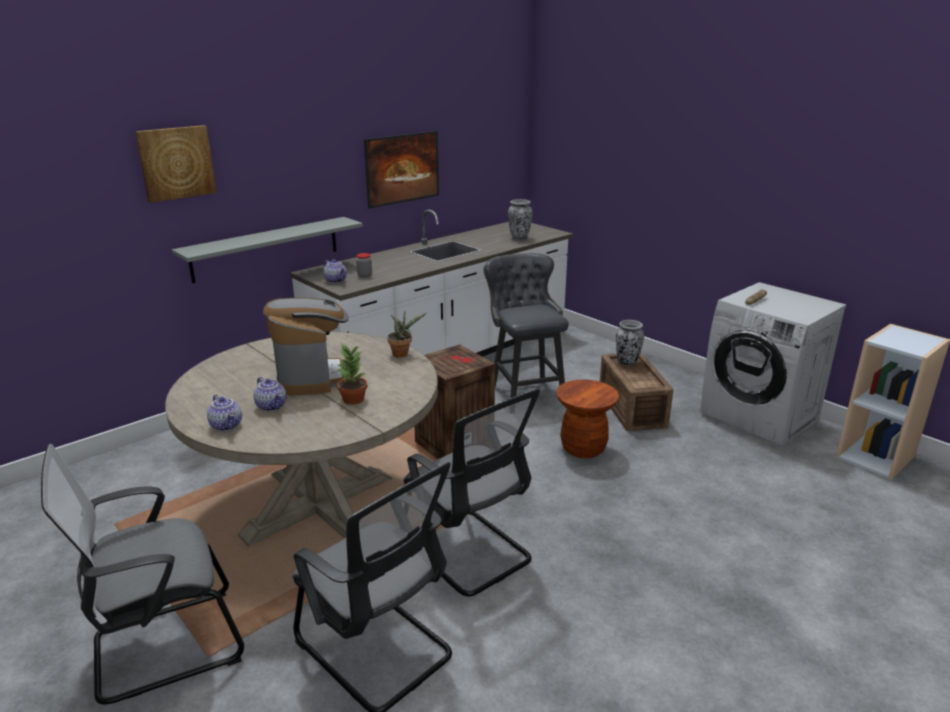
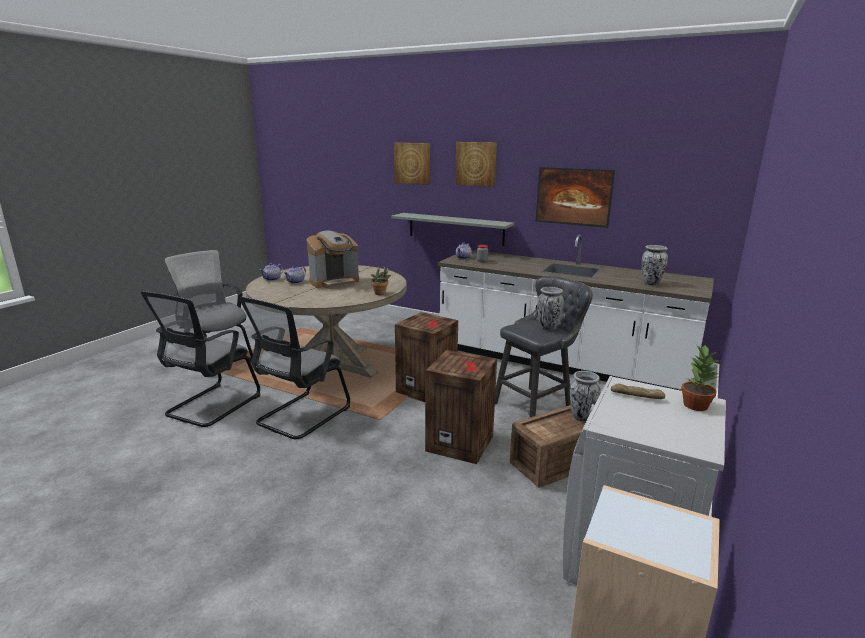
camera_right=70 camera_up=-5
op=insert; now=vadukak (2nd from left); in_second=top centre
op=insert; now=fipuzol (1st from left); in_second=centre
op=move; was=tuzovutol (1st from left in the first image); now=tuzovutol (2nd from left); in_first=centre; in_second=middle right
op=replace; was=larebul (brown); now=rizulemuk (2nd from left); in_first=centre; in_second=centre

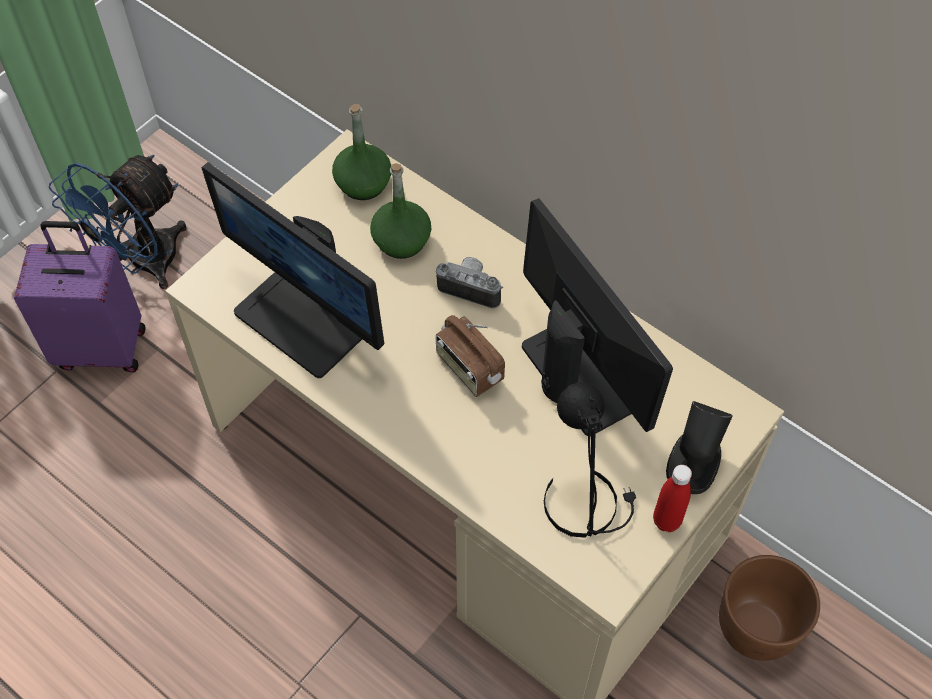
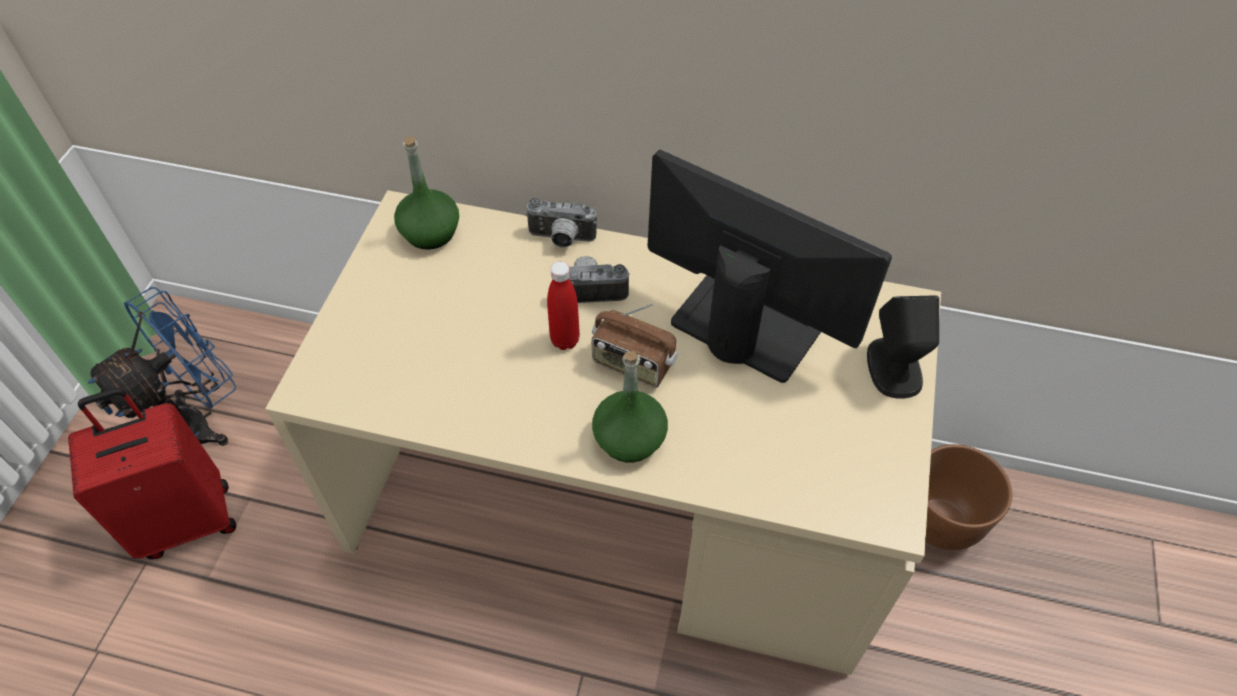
camera_right=-25 camera_up=-5
op=delete; was=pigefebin (1st from left); in_first=middle left
op=delete; was=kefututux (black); in_first=centre
op=insert; now=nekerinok (1st from left); in_second=top centre
op=move; was=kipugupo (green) (2nd from left); in_first=top centre; in_second=centre
op=move; was=kipugupo (red); in_first=bottom right; in_second=centre
op=recolor; was=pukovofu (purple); now=pukovofu (red); in_first=middle left; in_second=bottom left
op=rotate; was=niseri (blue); in_first=top left; in_second=middle left; clockwise=-150

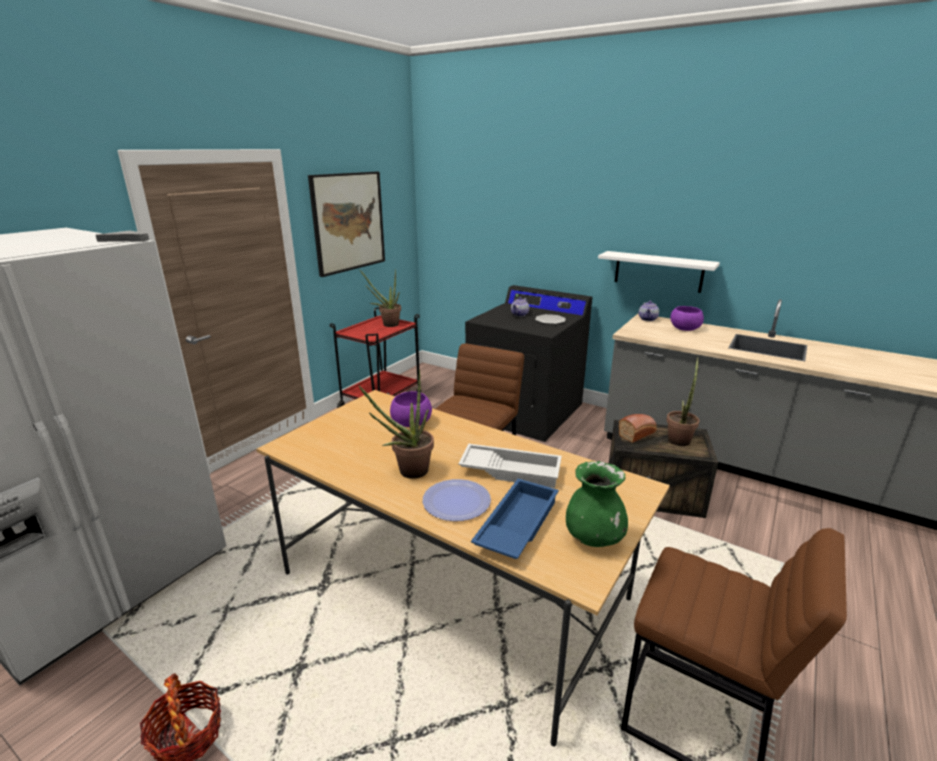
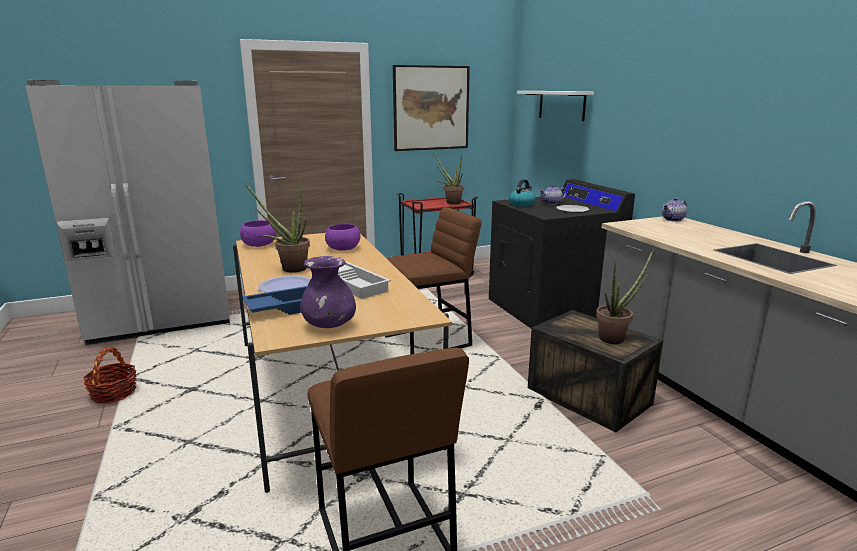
camera_right=35 camera_up=-5
op=delete; was=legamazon; in_first=middle right
op=insert; now=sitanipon; in_second=centre
op=move; was=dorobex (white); in_first=middle right; in_second=top centre
op=move; was=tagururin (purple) (2nd from left in the first image); now=tagururin (purple) (1st from left); in_first=middle right; in_second=middle left
op=recolor; was=fipuzol (green); now=fipuzol (purple); in_first=centre; in_second=centre

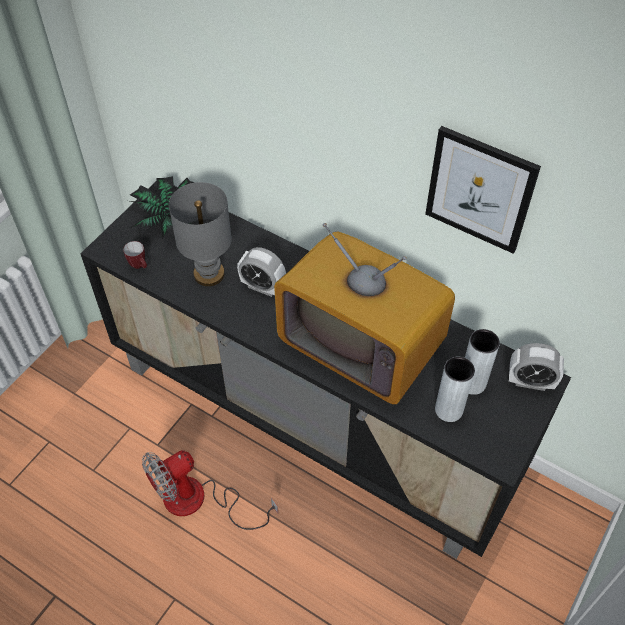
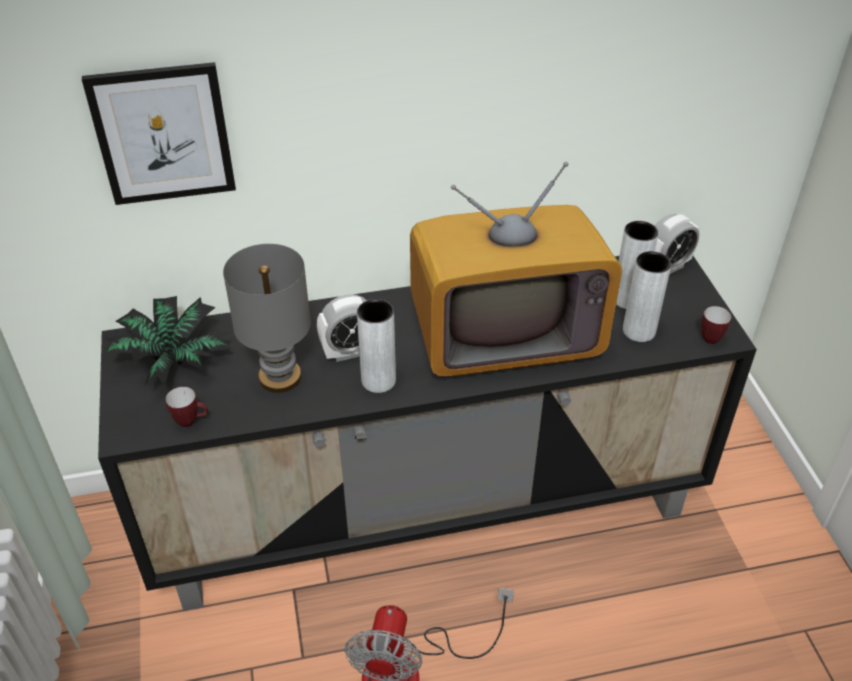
camera_right=-45 camera_up=-10
op=insert; now=fipuzol (grey) (1st from left); in_second=centre
op=insert; now=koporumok (2nd from left); in_second=middle right
op=move; was=vadukak; in_first=top right; in_second=top left

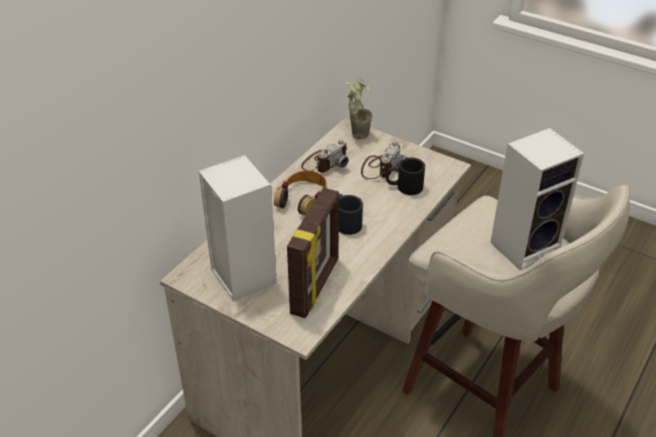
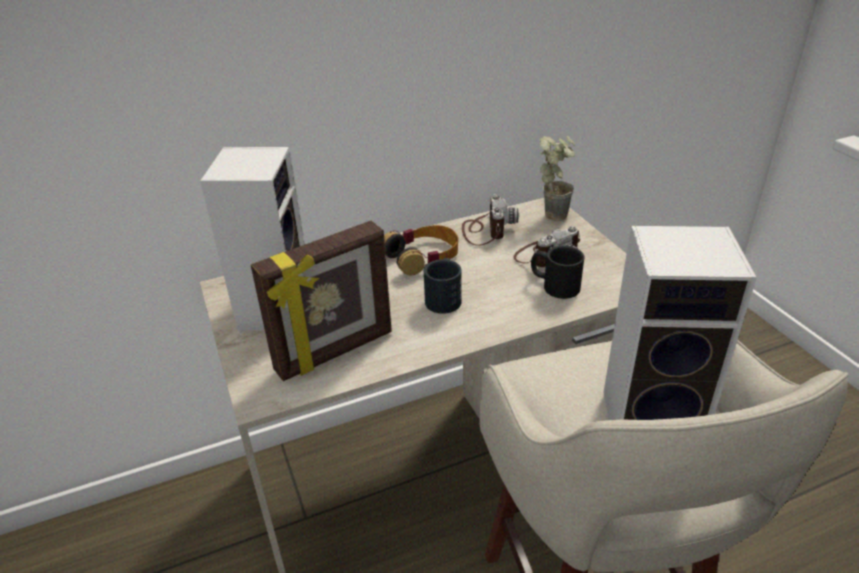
camera_right=35 camera_up=-5
op=rotate; was=nekerinok (1st from left); in_first=centre; in_second=centre; clockwise=-75

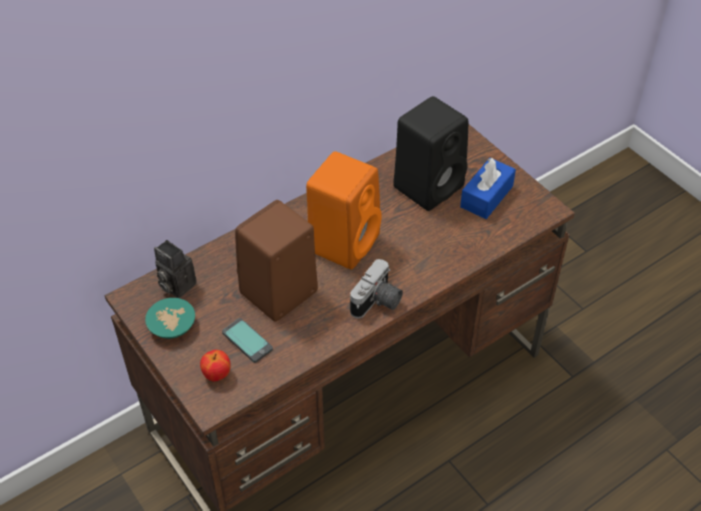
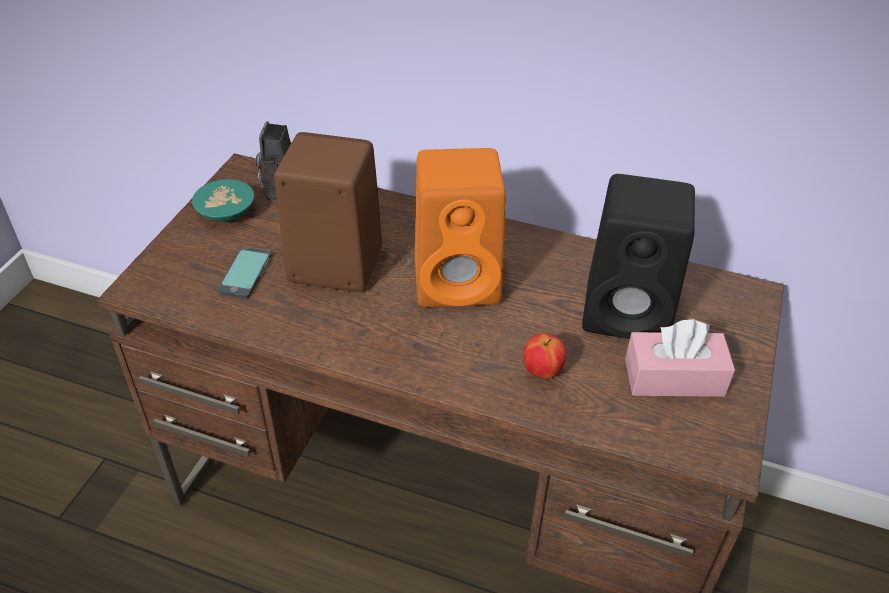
camera_right=55 camera_up=-5
op=delete; was=nekerinok (2nd from left); in_first=centre
op=move; was=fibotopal; in_first=bottom left; in_second=centre
op=recolor; was=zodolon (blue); now=zodolon (pink); in_first=middle right; in_second=middle right

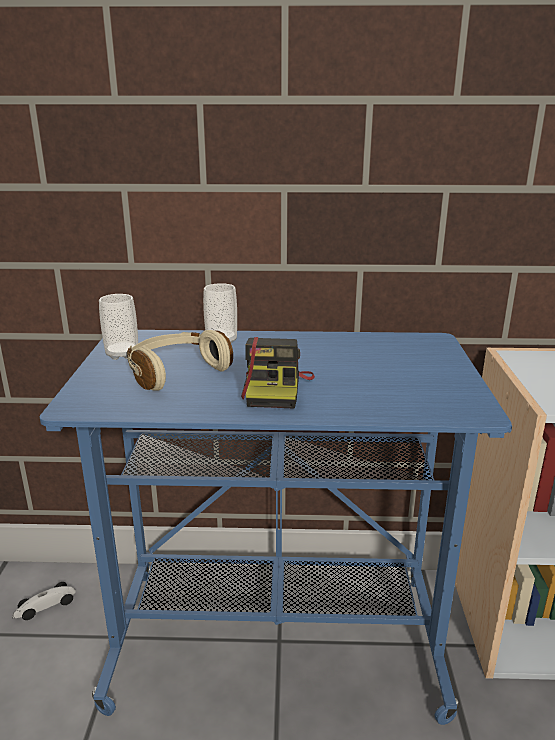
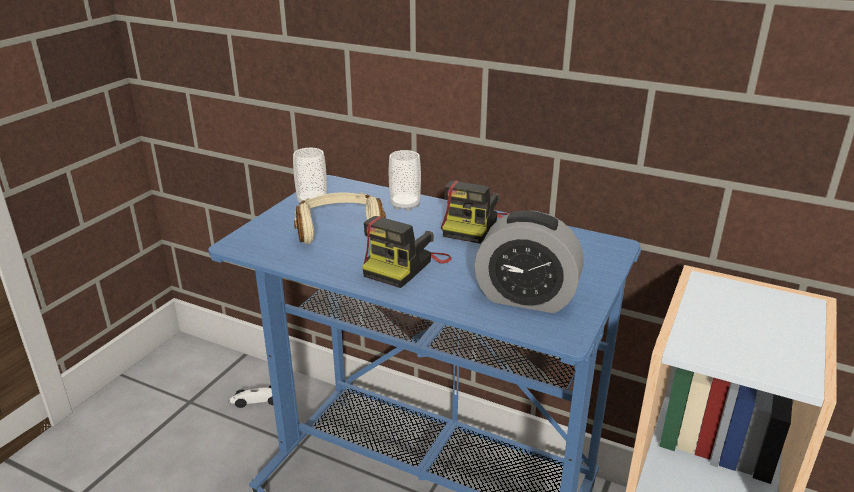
camera_right=25 camera_up=5
op=insert; now=nekerinok (2nd from left); in_second=centre
op=insert; now=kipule; in_second=centre

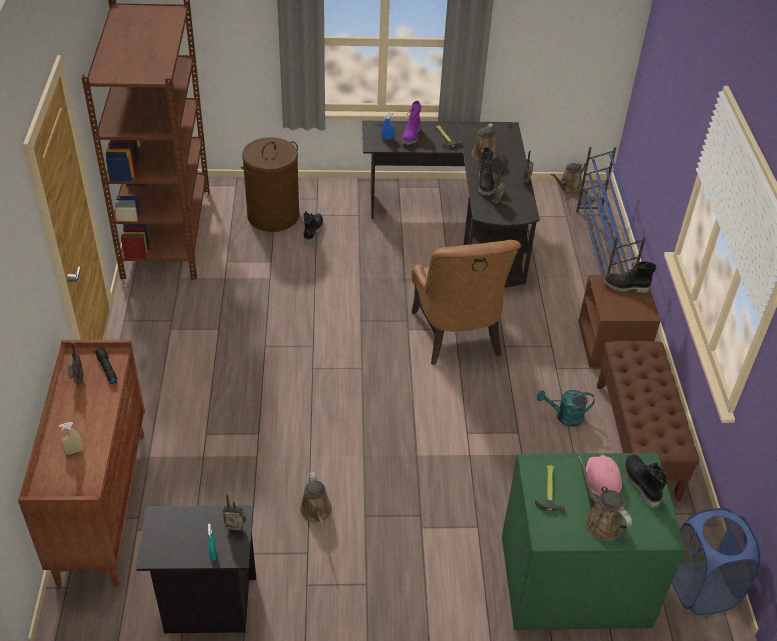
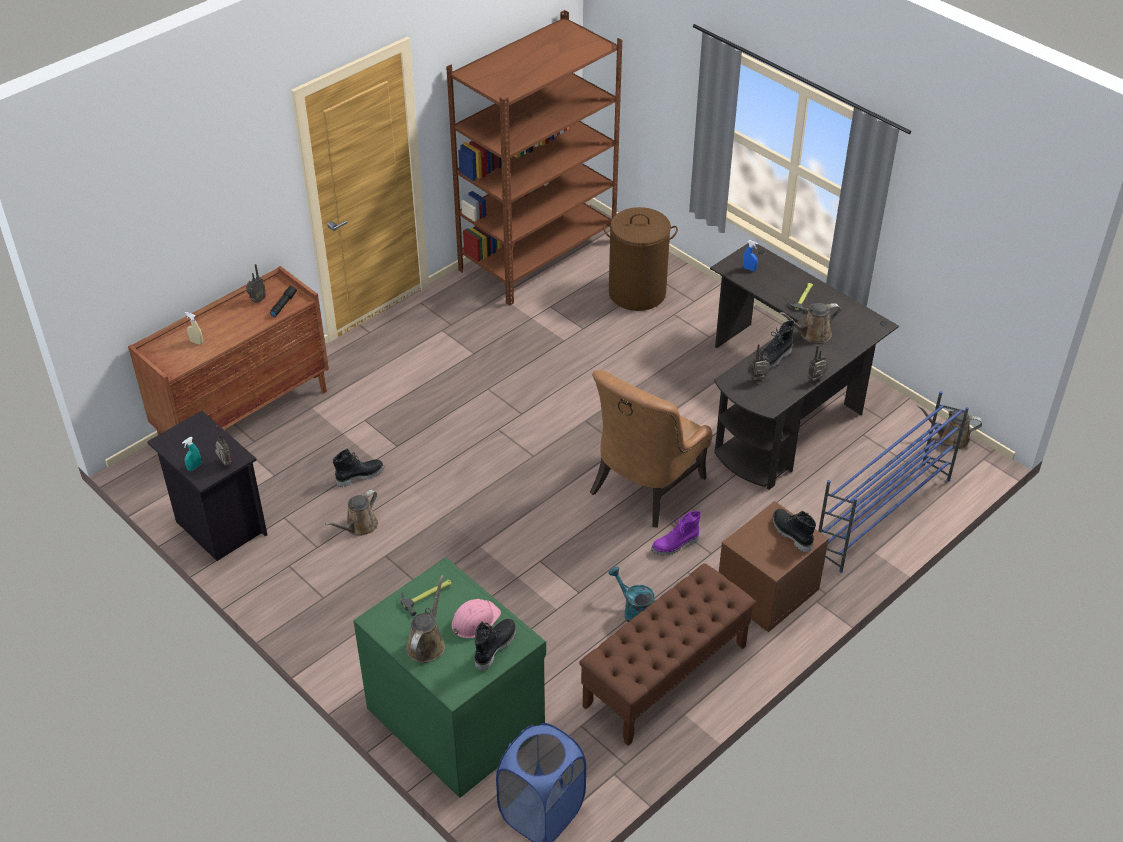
camera_right=50 camera_up=0
op=move; was=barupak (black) (1st from left); in_first=centre; in_second=middle left
op=move; was=barupak (purple); in_first=top centre; in_second=centre

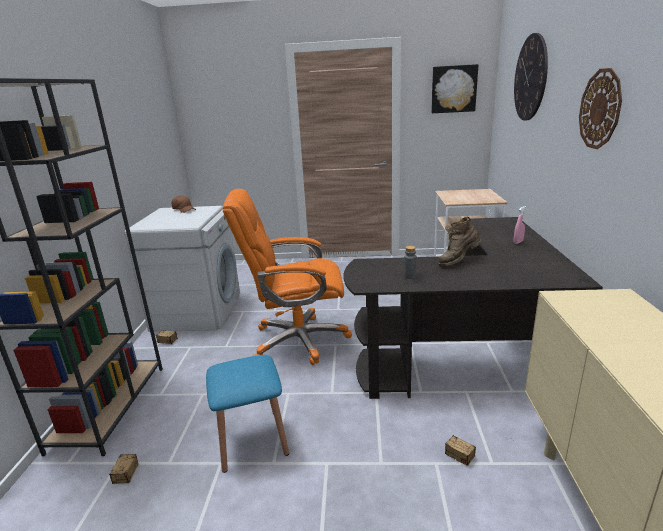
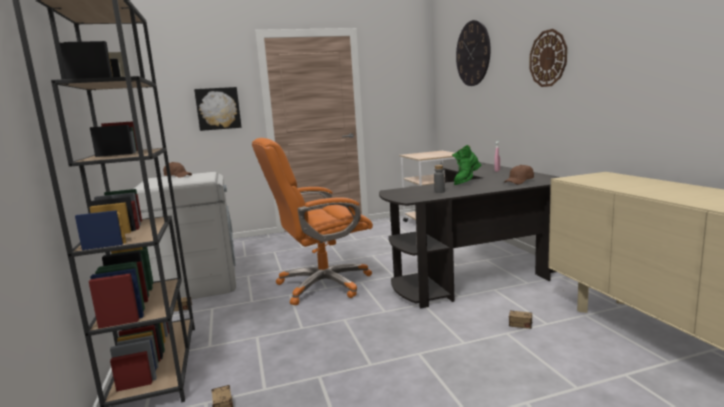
camera_right=-20 camera_up=-10
op=delete; was=larebul (blue); in_first=bottom centre
op=insert; now=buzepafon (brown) (2nd from left); in_second=middle right
op=move; was=vadukak; in_first=top right; in_second=top left
op=recolor; was=barupak (brown); now=barupak (green); in_first=middle right; in_second=centre

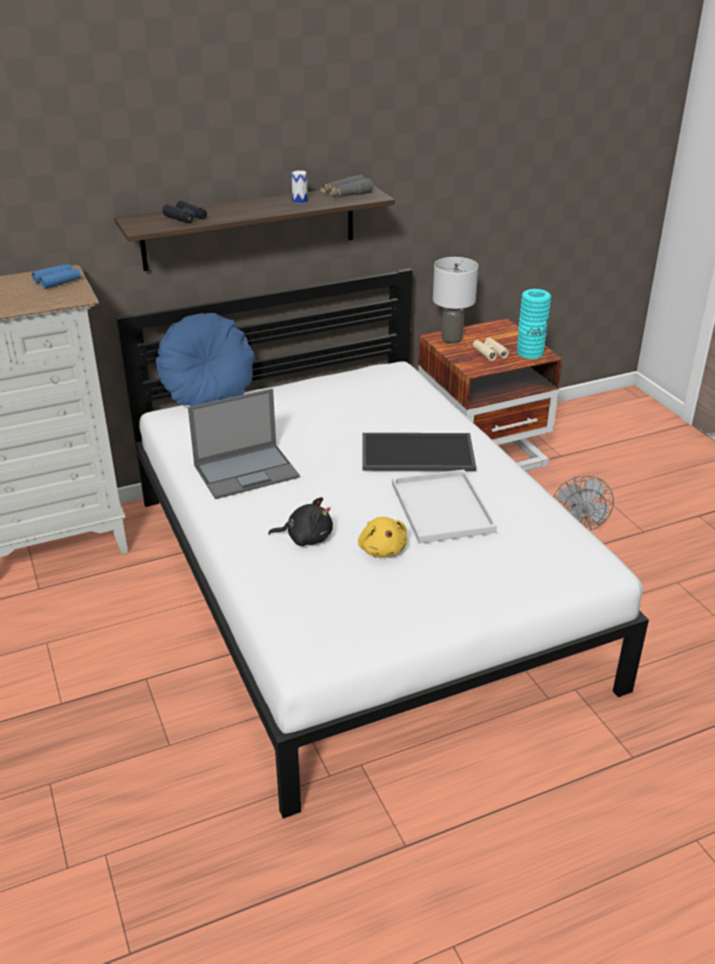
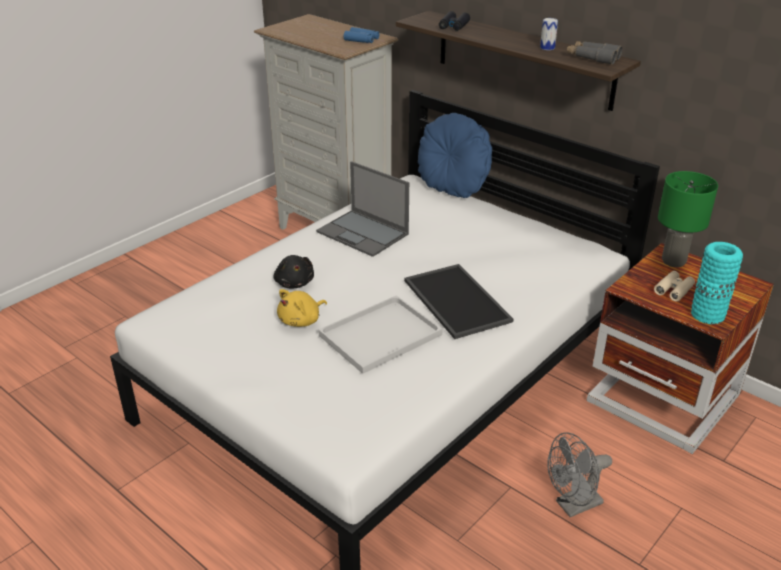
camera_right=65 camera_up=0
op=recolor; was=kefututux (white); now=kefututux (green); in_first=top centre; in_second=middle right

